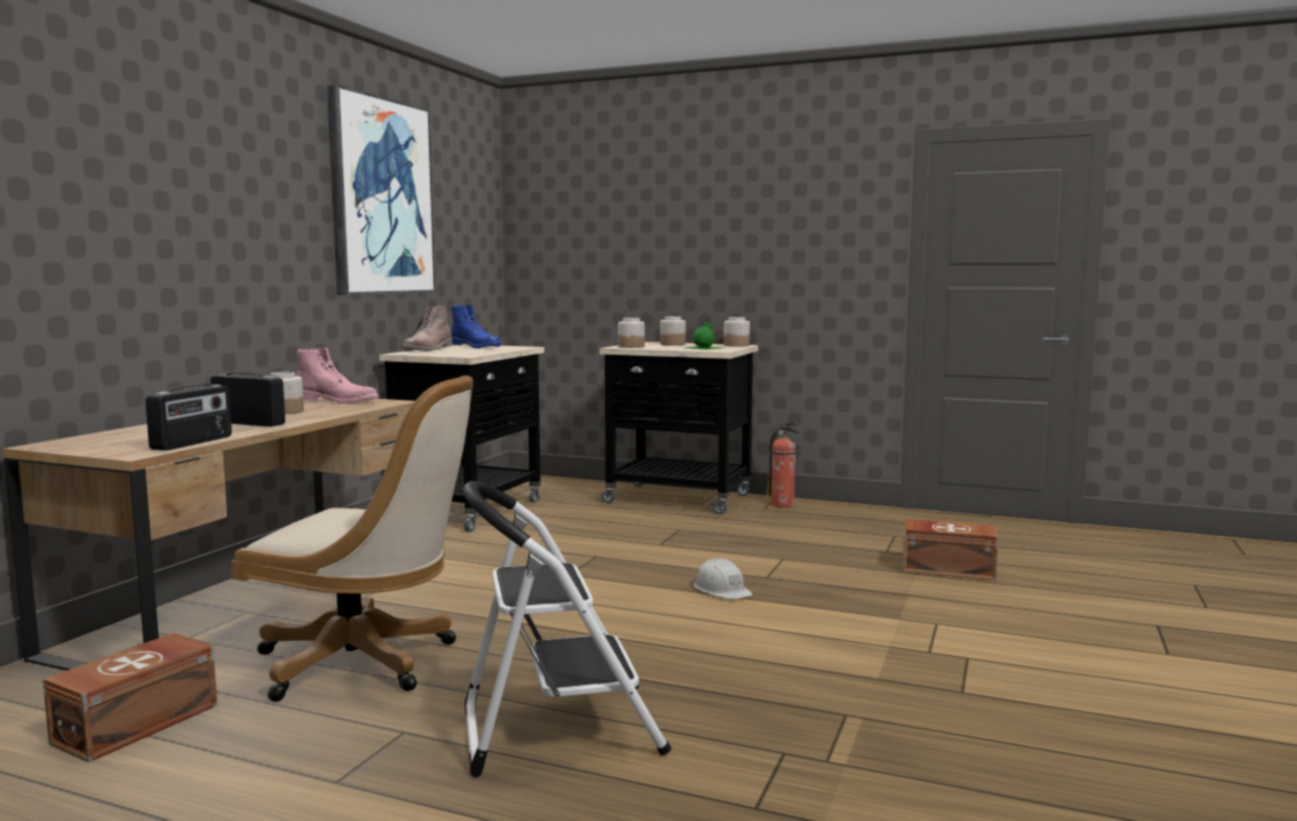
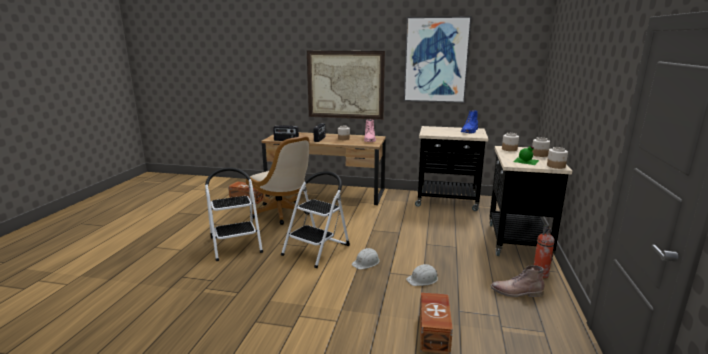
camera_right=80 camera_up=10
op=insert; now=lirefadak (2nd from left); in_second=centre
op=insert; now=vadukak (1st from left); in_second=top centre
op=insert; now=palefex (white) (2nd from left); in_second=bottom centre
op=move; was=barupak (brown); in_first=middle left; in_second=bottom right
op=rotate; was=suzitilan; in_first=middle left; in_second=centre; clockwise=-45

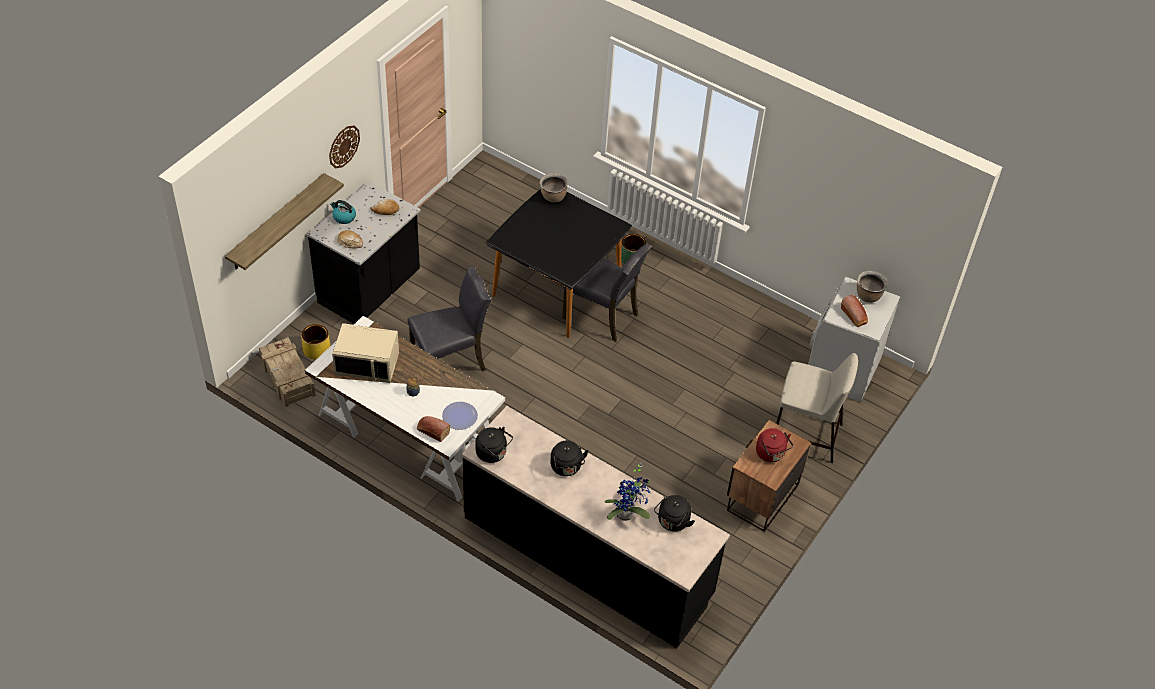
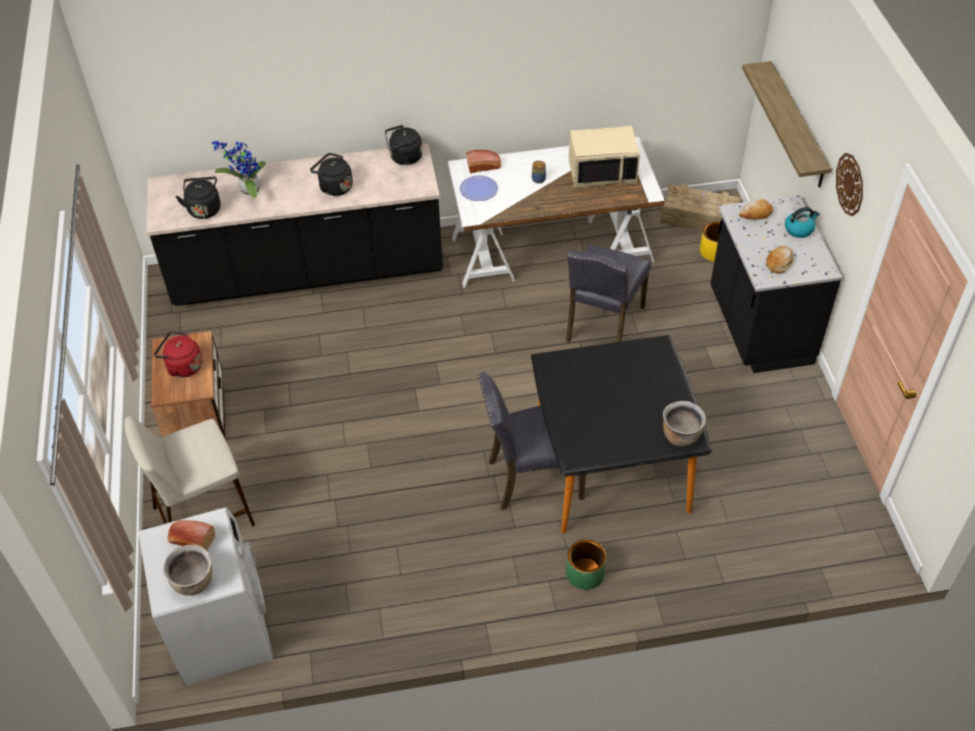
camera_right=140 camera_up=0
op=rotate; was=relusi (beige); in_first=middle left; in_second=top centre; clockwise=-150

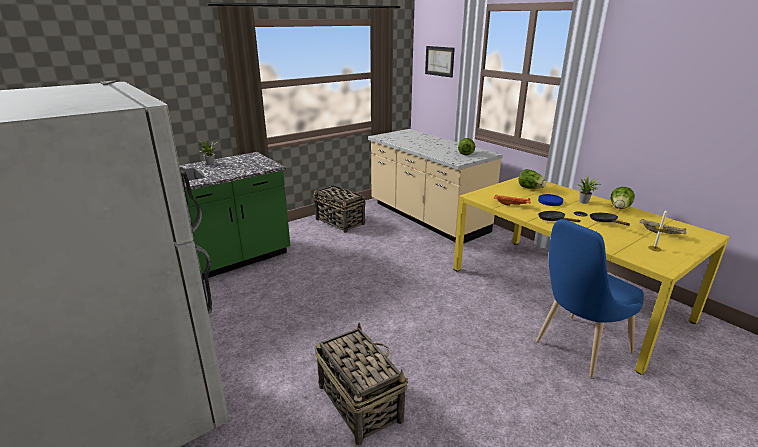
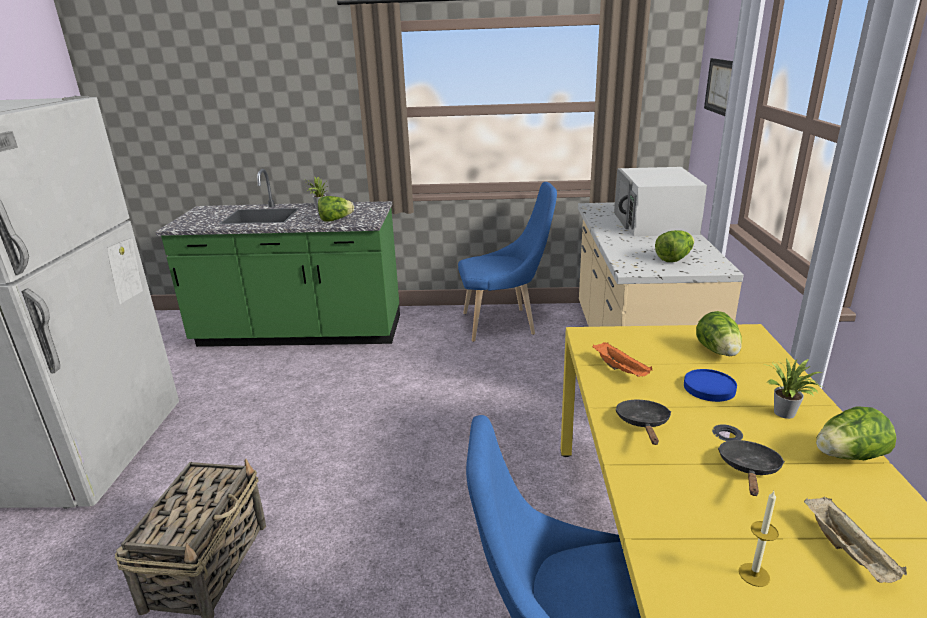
camera_right=40 camera_up=0
op=insert; now=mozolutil (1st from left); in_second=centre
op=insert; now=relusi (white); in_second=top right
op=replace; was=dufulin (1st from left); now=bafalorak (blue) (1st from left); in_first=centre; in_second=centre

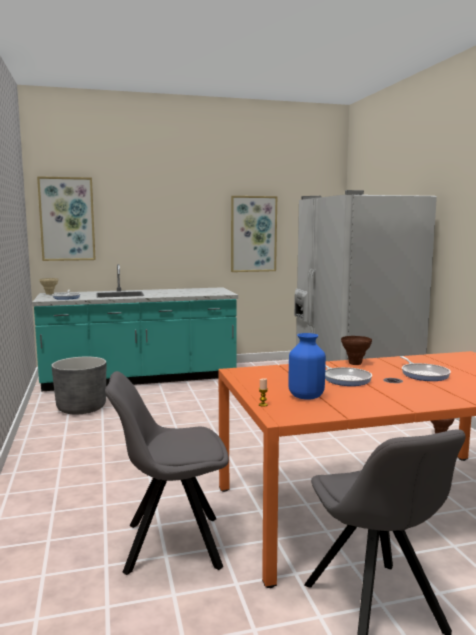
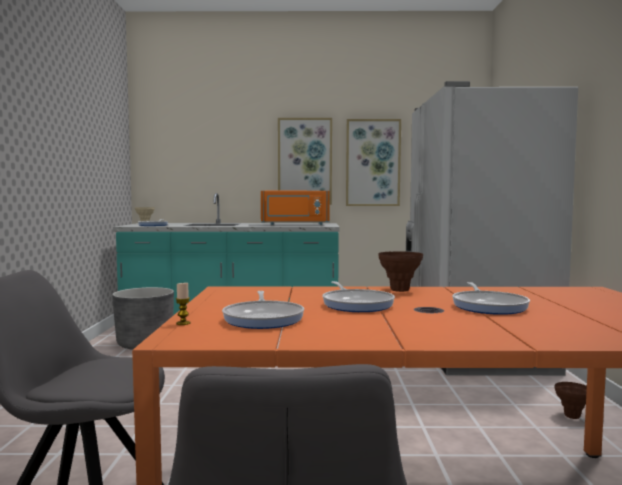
camera_right=15 camera_up=-5
op=insert; now=relusi (orange); in_second=centre
op=move; was=vadukak (1st from left); in_first=middle left; in_second=top centre
op=replace; was=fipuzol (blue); now=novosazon (2nd from left); in_first=centre; in_second=centre

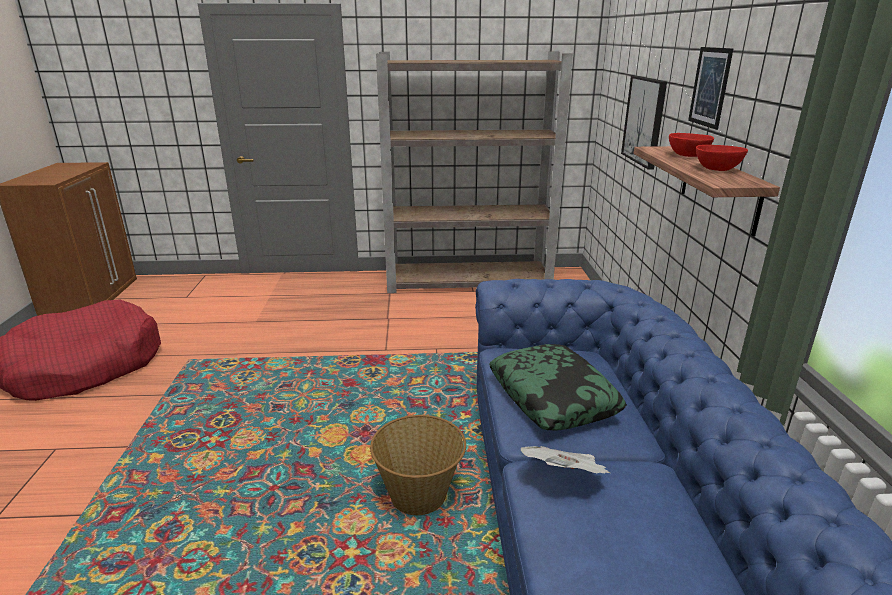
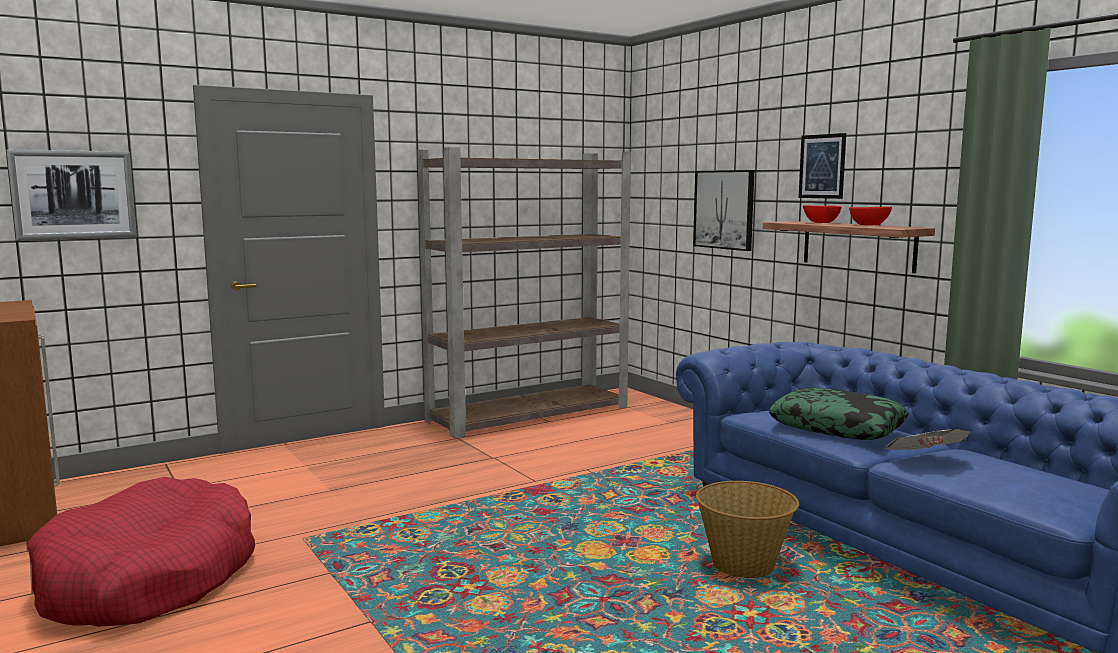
camera_right=-30 camera_up=-15
op=insert; now=vadukak (1st from left); in_second=top left

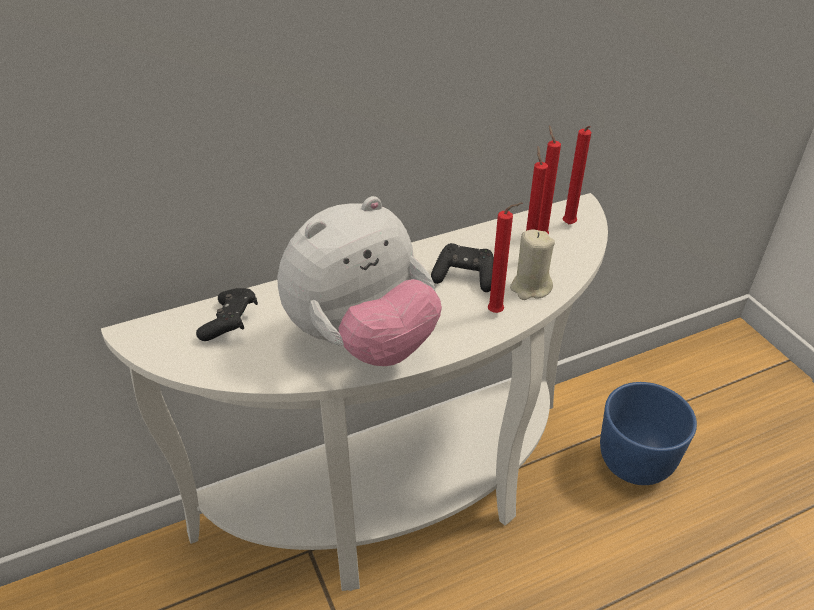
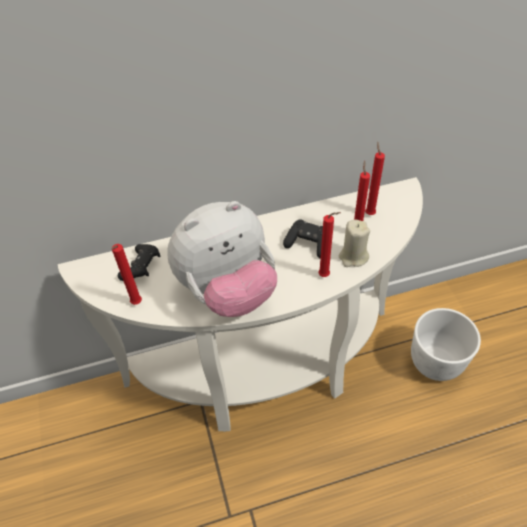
camera_right=10 camera_up=10
op=move; was=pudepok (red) (4th from left in the first image); now=pudepok (red) (1st from left); in_first=top right; in_second=middle left
op=recolor; was=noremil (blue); now=noremil (white); in_first=bottom right; in_second=middle right

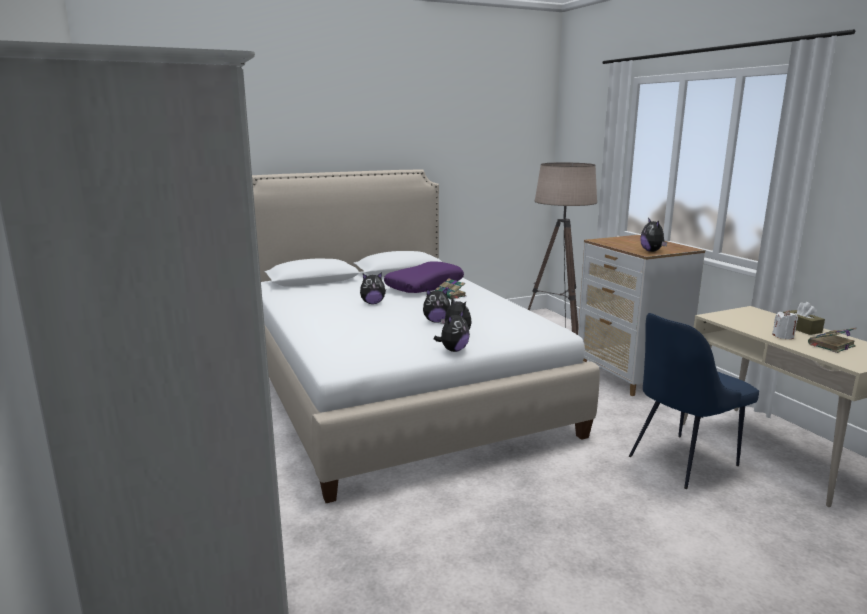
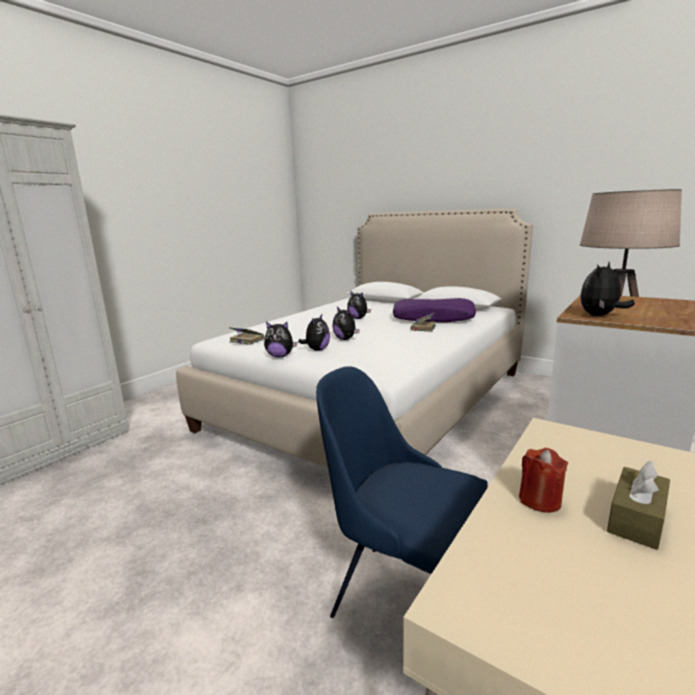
camera_right=60 camera_up=0
op=move; was=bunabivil (2nd from left in the first image); now=bunabivil (1st from left); in_first=middle right; in_second=centre
op=recolor; was=pudepok (white); now=pudepok (red); in_first=middle right; in_second=bottom right

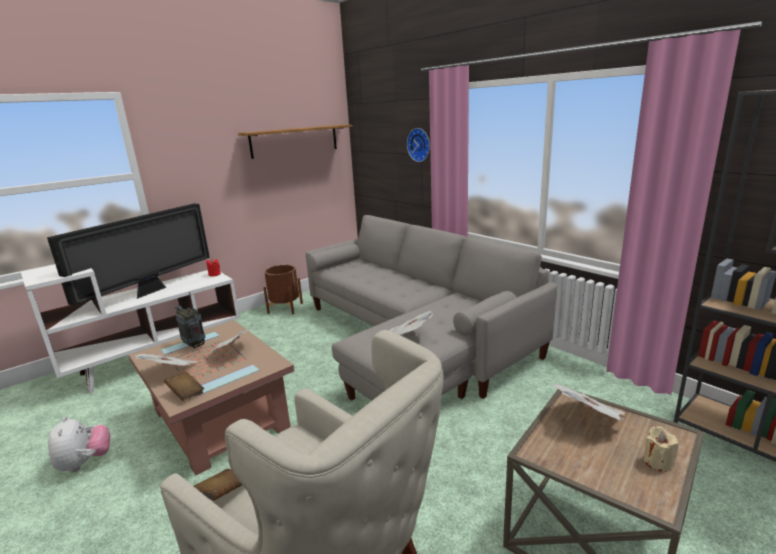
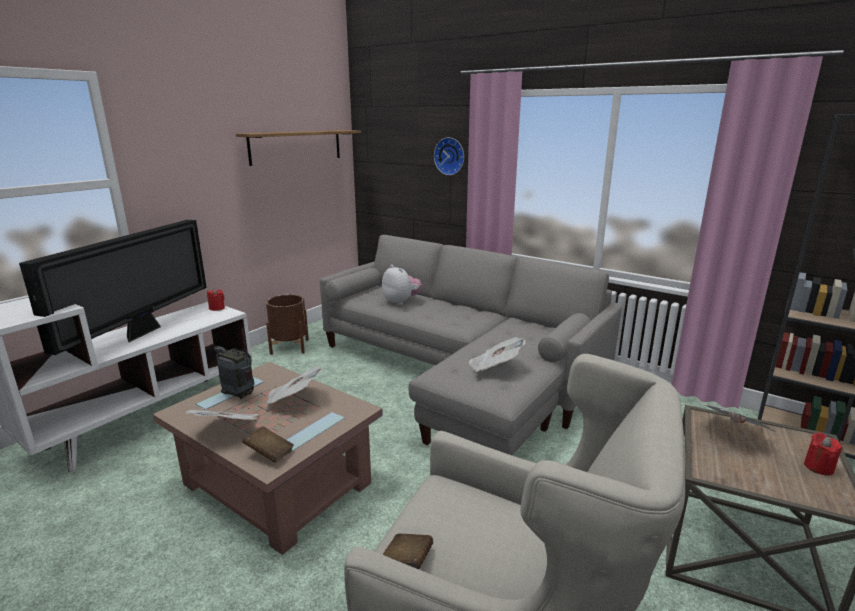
camera_right=-15 camera_up=0
op=move; was=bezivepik; in_first=bottom left; in_second=centre
op=recolor; was=pudepok (beige); now=pudepok (red) (2nd from left); in_first=bottom right; in_second=bottom right

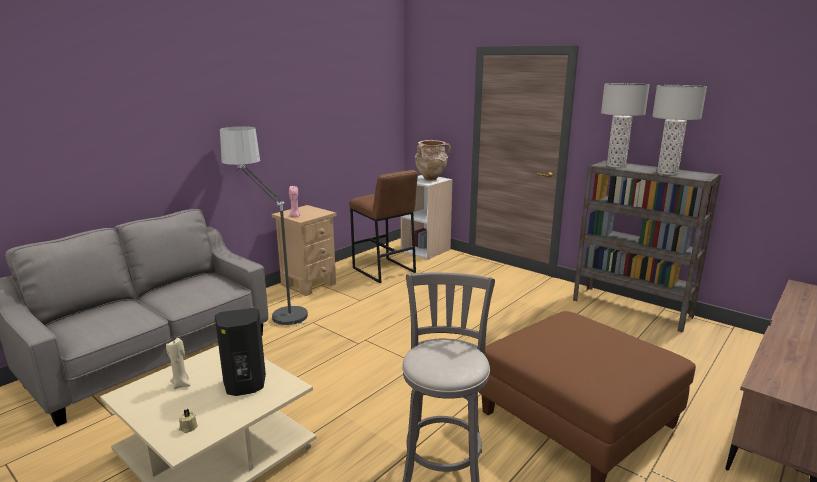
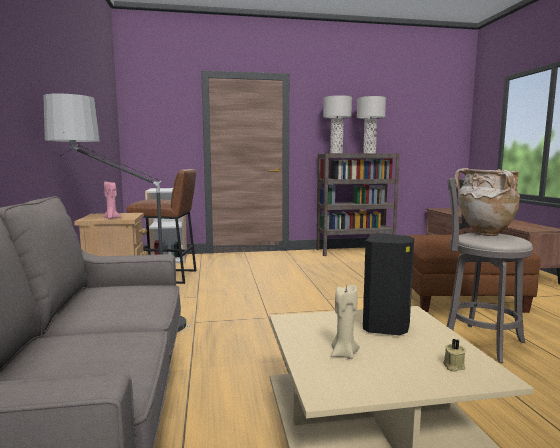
camera_right=-50 camera_up=-10
op=move; was=fipuzol (beige); in_first=top centre; in_second=middle right

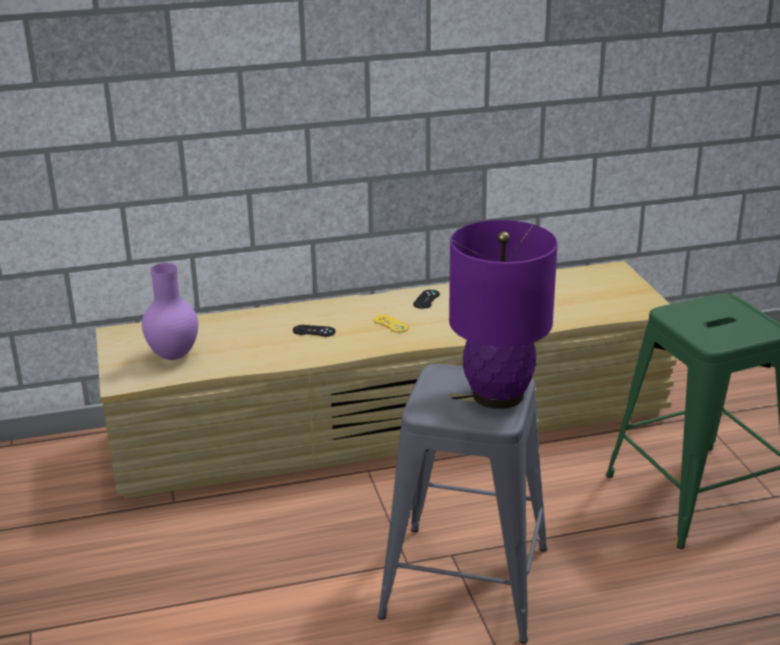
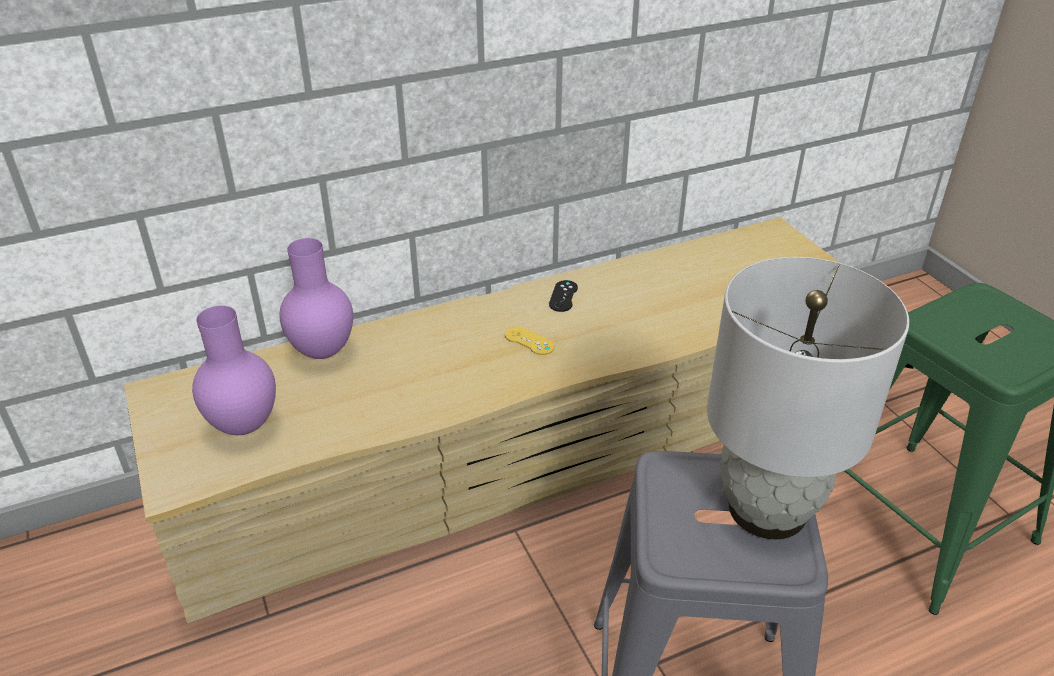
camera_right=-10 camera_up=10
op=delete; was=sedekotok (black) (1st from left); in_first=centre
op=insert; now=fipuzol (purple) (2nd from left); in_second=middle left
op=recolor; was=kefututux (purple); now=kefututux (white); in_first=centre; in_second=middle right

